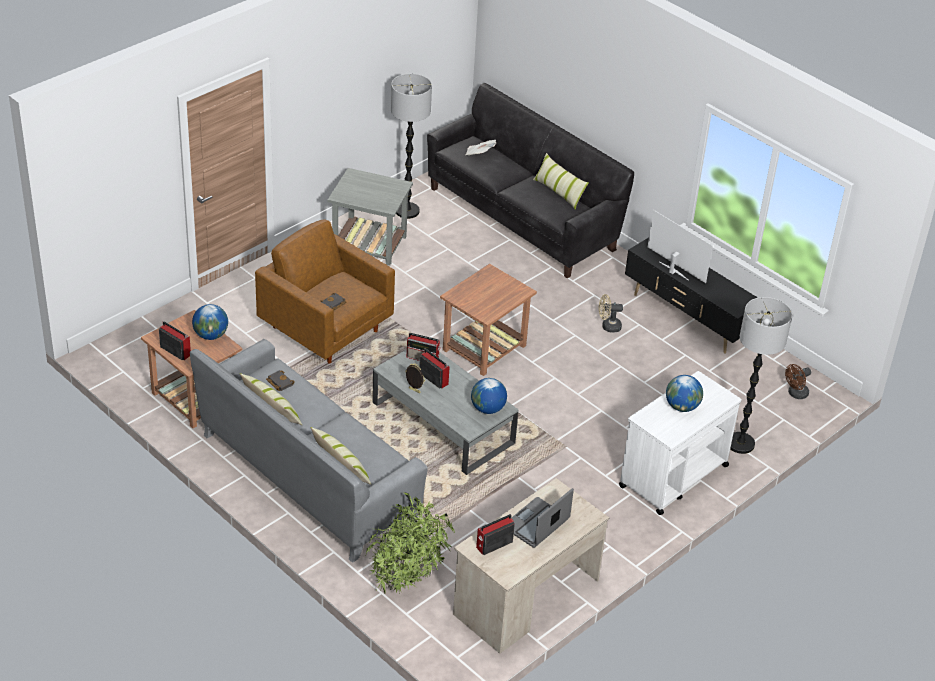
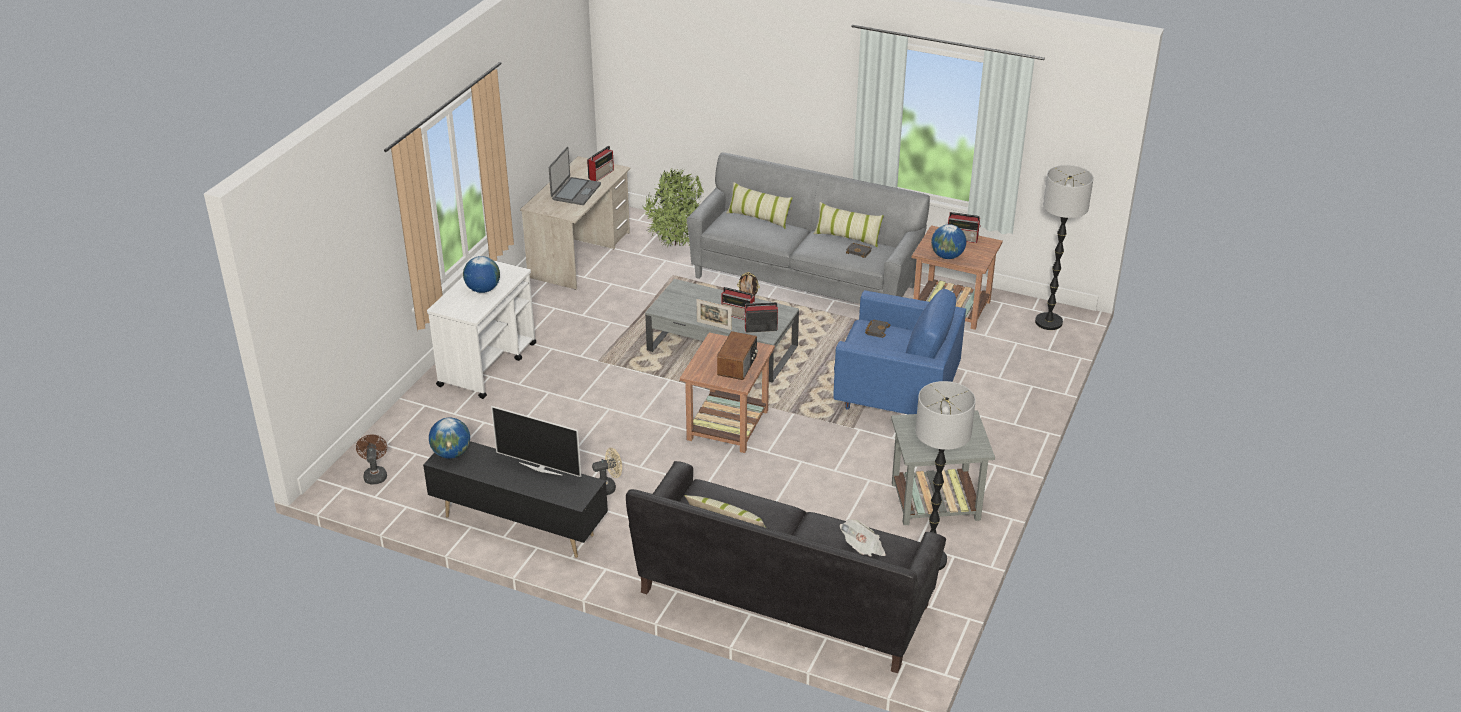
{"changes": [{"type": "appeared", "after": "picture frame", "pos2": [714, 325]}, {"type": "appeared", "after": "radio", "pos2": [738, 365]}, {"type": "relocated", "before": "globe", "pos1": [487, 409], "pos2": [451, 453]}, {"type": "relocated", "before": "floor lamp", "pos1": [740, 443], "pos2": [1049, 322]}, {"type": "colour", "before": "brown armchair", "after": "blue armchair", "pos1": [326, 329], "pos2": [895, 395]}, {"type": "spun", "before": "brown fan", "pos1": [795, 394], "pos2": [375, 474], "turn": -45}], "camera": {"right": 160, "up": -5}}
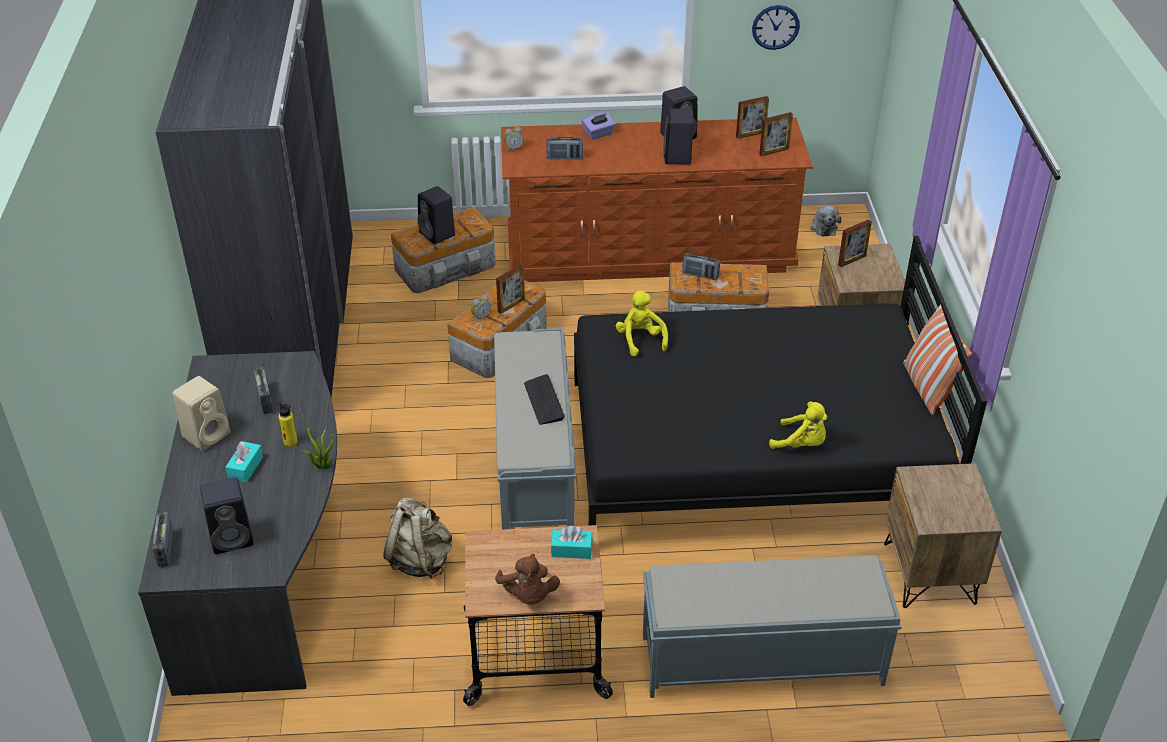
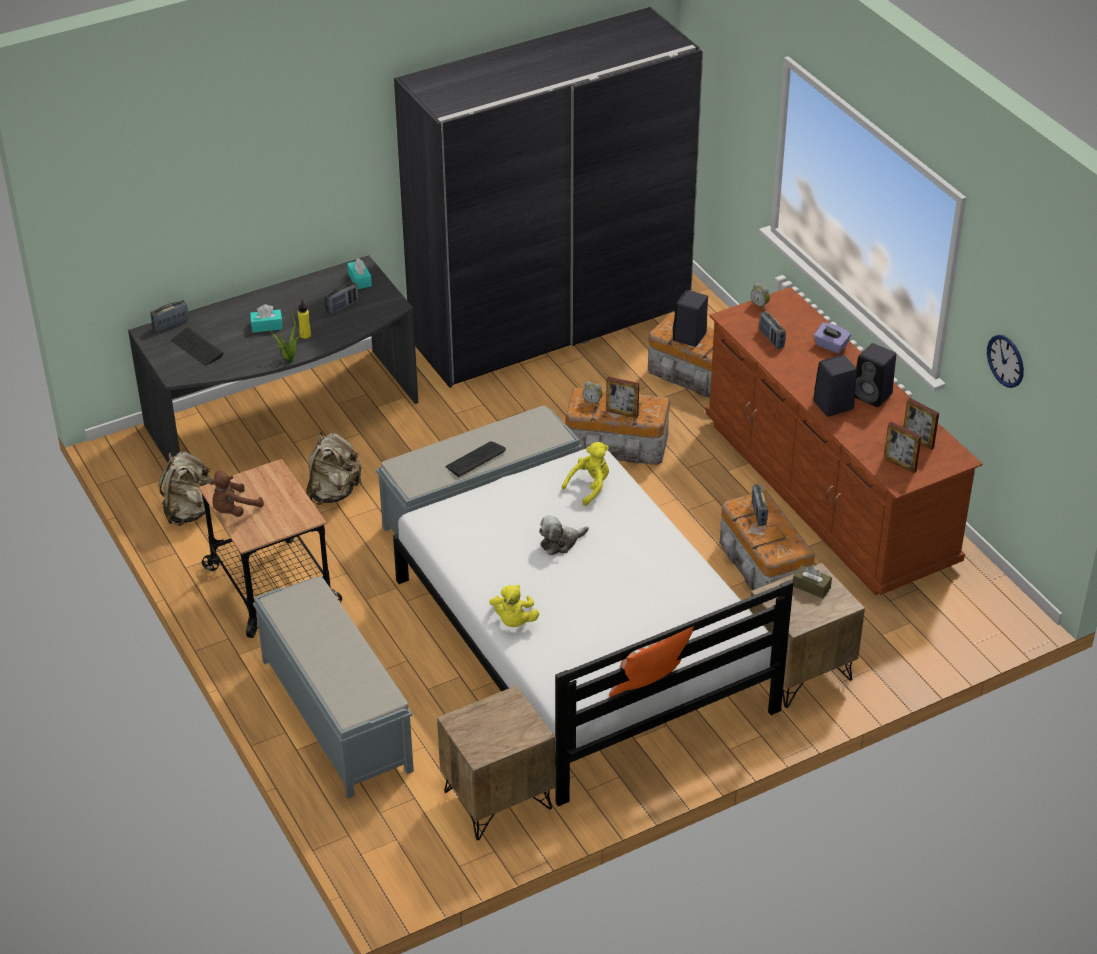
{"changes": [{"type": "missing", "before": "beige speaker", "pos1": [207, 434]}, {"type": "appeared", "after": "beige backpack", "pos2": [189, 511]}, {"type": "relocated", "before": "turquoise tissue box", "pos1": [571, 550], "pos2": [360, 280]}, {"type": "relocated", "before": "plush toy", "pos1": [823, 227], "pos2": [560, 542]}, {"type": "exchanged", "before": "black speaker", "after": "keyboard", "pos1": [233, 537], "pos2": [197, 348]}, {"type": "exchanged", "before": "picture frame", "after": "brown tissue box", "pos1": [852, 260], "pos2": [811, 587]}, {"type": "colour", "before": "black bed", "after": "white bed", "pos1": [752, 453], "pos2": [581, 644]}], "camera": {"right": 65, "up": 0}}
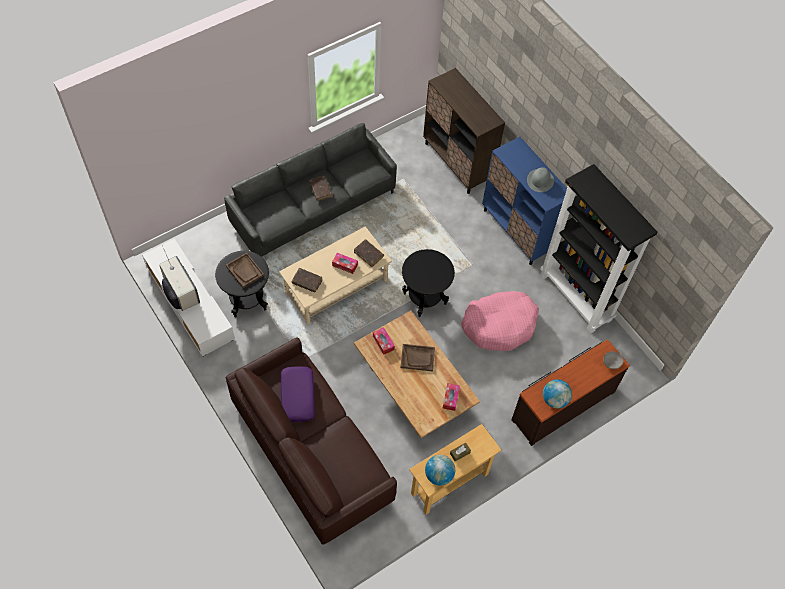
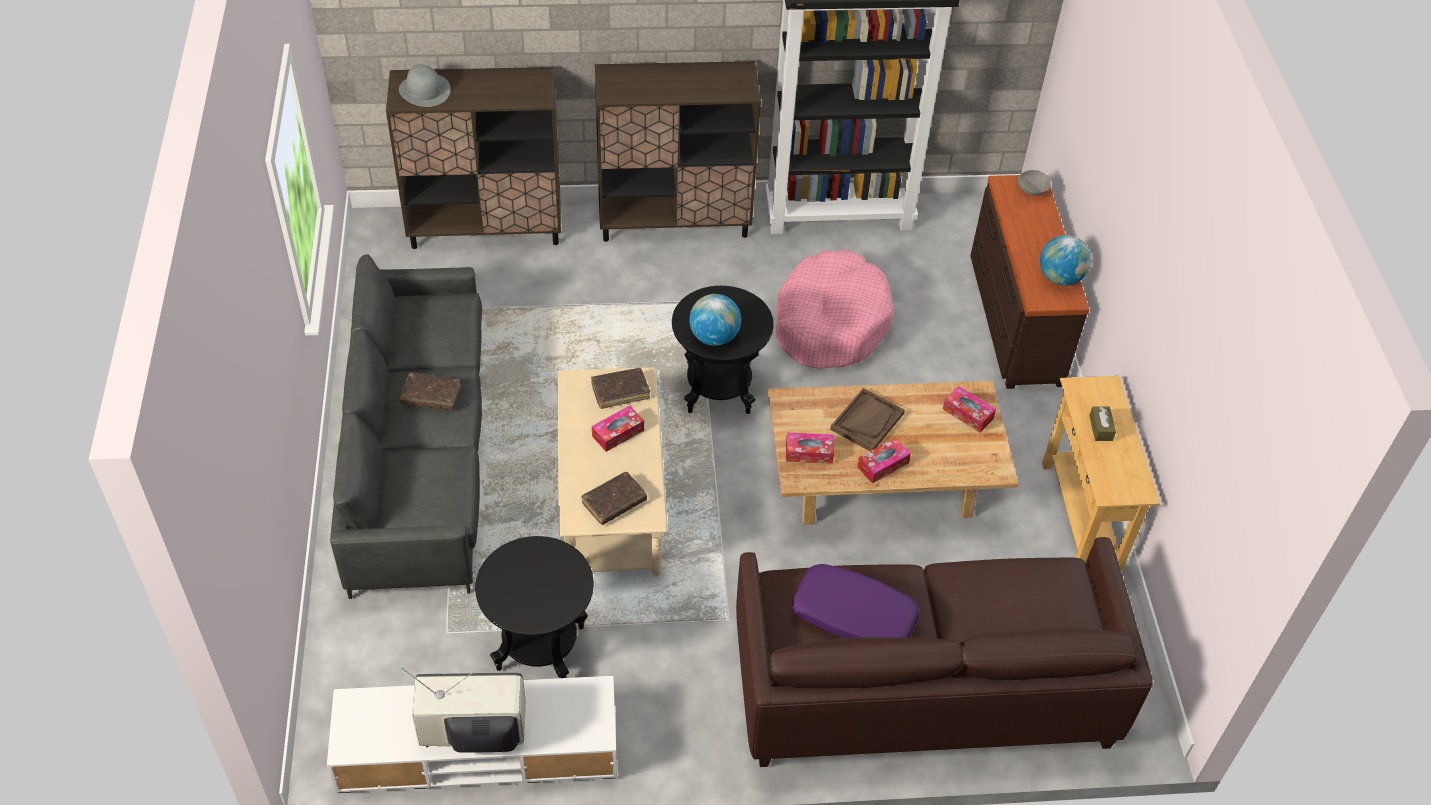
{"changes": [{"type": "missing", "before": "brown tray", "pos1": [245, 271]}, {"type": "appeared", "after": "tissue box", "pos2": [883, 465]}, {"type": "relocated", "before": "globe", "pos1": [439, 475], "pos2": [714, 337]}, {"type": "relocated", "before": "grey hat", "pos1": [540, 180], "pos2": [425, 90]}, {"type": "colour", "before": "blue cabinet", "after": "brown cabinet", "pos1": [518, 231], "pos2": [674, 221]}], "camera": {"right": -60, "up": -10}}
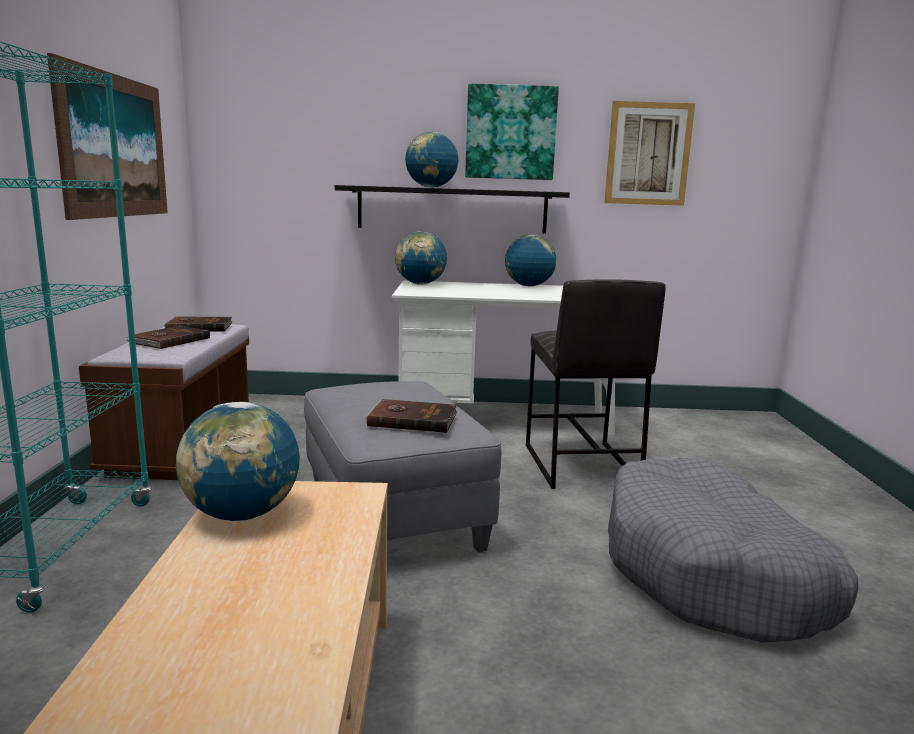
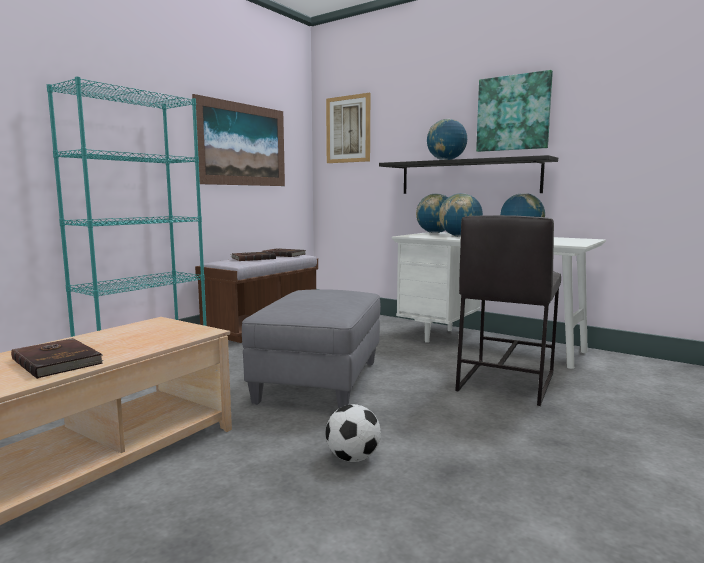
{"changes": [{"type": "missing", "before": "grey dog bed", "pos1": [712, 573]}, {"type": "appeared", "after": "football", "pos2": [353, 458]}, {"type": "relocated", "before": "globe", "pos1": [242, 515], "pos2": [459, 236]}, {"type": "relocated", "before": "brown book", "pos1": [412, 419], "pos2": [58, 361]}, {"type": "relocated", "before": "picture", "pos1": [648, 154], "pos2": [348, 129]}], "camera": {"right": 35, "up": -5}}
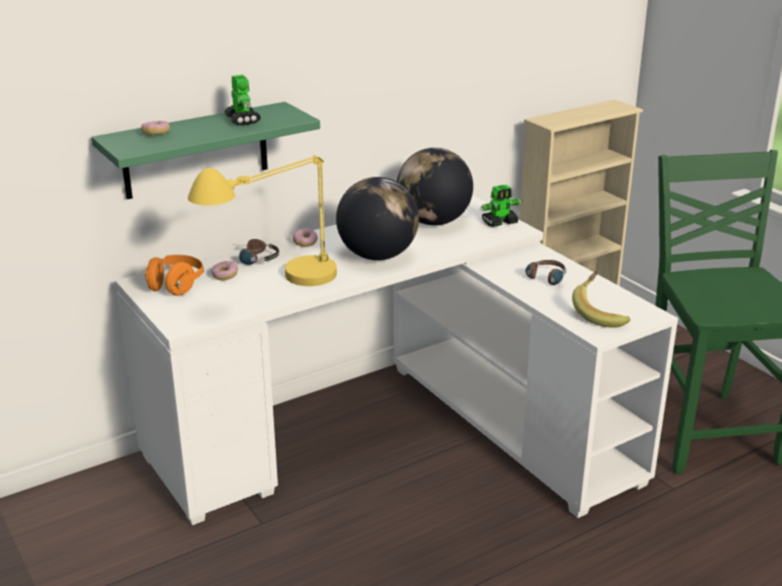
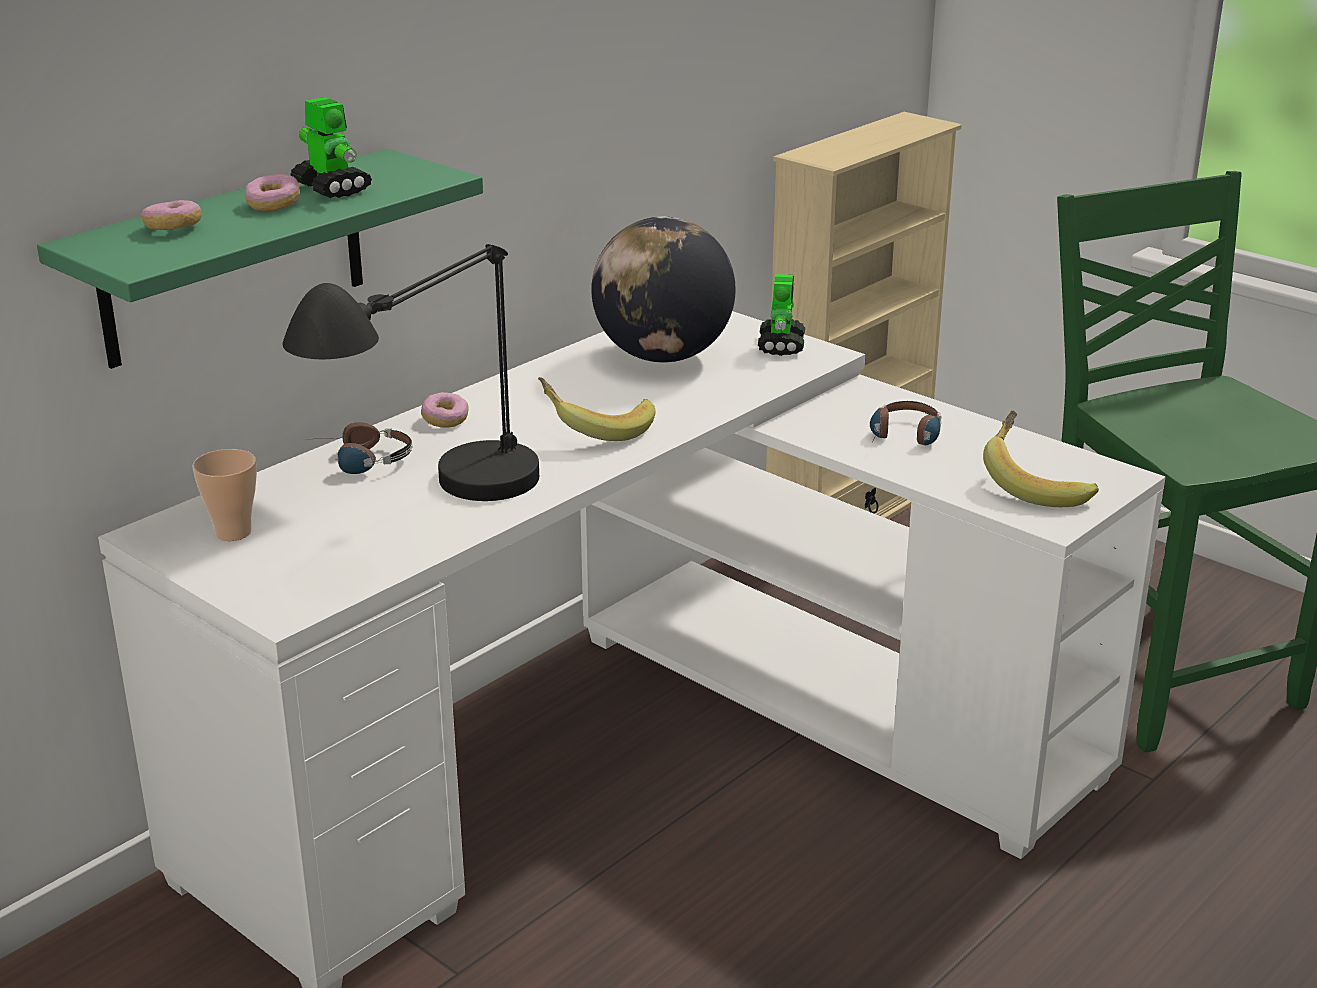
{"changes": [{"type": "relocated", "before": "donut", "pos1": [225, 276], "pos2": [273, 205]}, {"type": "exchanged", "before": "orange headphones", "after": "cup", "pos1": [176, 286], "pos2": [233, 533]}, {"type": "exchanged", "before": "globe", "after": "banana", "pos1": [377, 256], "pos2": [596, 429]}, {"type": "colour", "before": "yellow table lamp", "after": "black table lamp", "pos1": [274, 289], "pos2": [435, 515]}, {"type": "spun", "before": "toy robot", "pos1": [500, 222], "pos2": [781, 345], "turn": -45}], "camera": {"right": -15, "up": 0}}
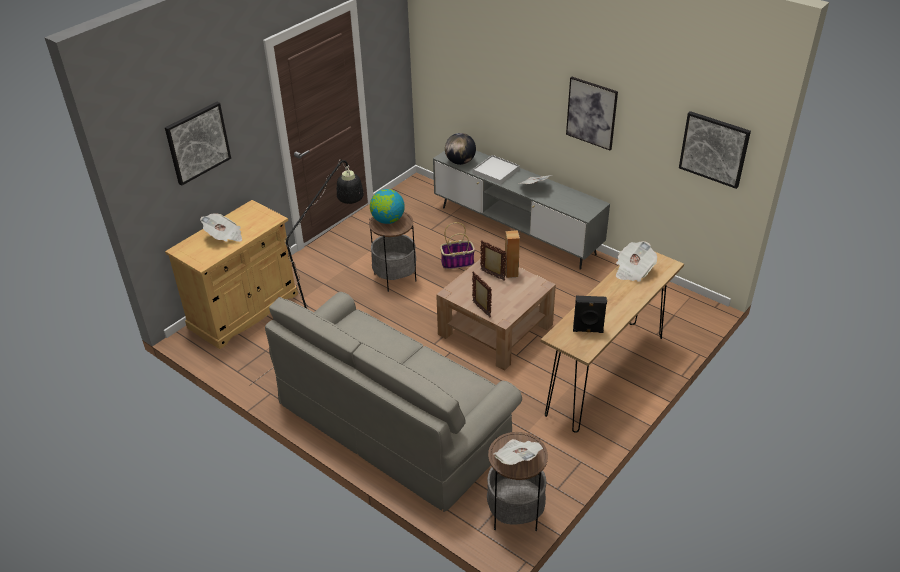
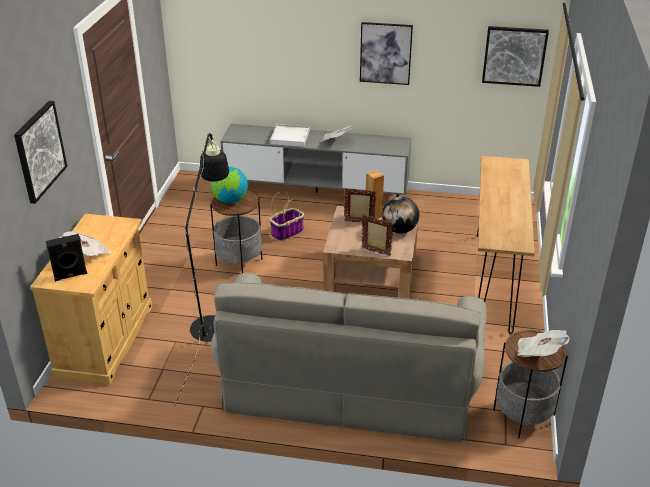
{"changes": [{"type": "missing", "before": "newspaper", "pos1": [633, 270]}, {"type": "relocated", "before": "globe", "pos1": [460, 162], "pos2": [399, 230]}, {"type": "relocated", "before": "black speaker", "pos1": [588, 330], "pos2": [70, 276]}], "camera": {"right": -30, "up": -5}}
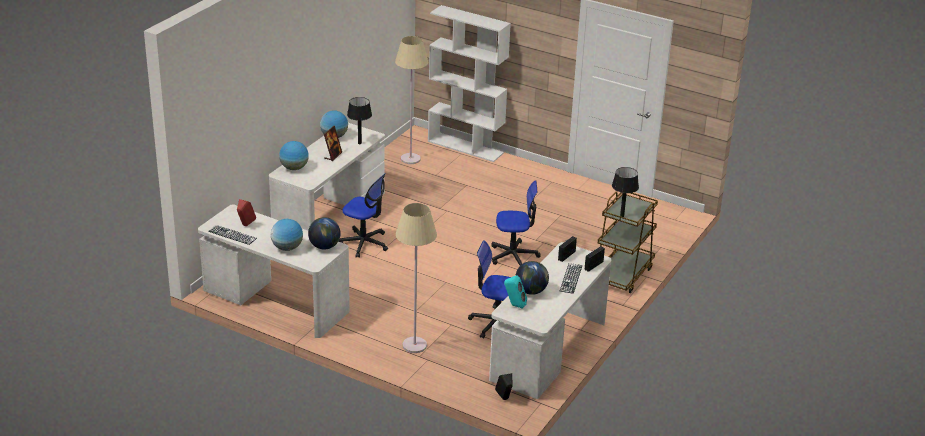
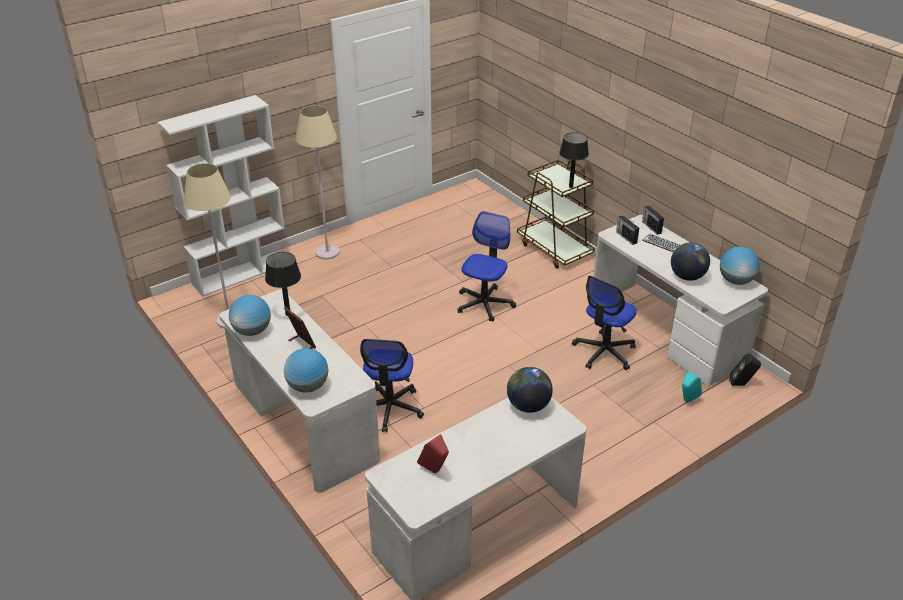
{"changes": [{"type": "missing", "before": "keyboard", "pos1": [232, 235]}, {"type": "relocated", "before": "globe", "pos1": [287, 248], "pos2": [736, 281]}, {"type": "relocated", "before": "beige floor lamp", "pos1": [414, 345], "pos2": [327, 252]}, {"type": "relocated", "before": "turquoise speaker", "pos1": [514, 305], "pos2": [687, 401]}, {"type": "spun", "before": "office chair", "pos1": [364, 243], "pos2": [390, 408], "turn": 135}], "camera": {"right": -65, "up": 5}}
